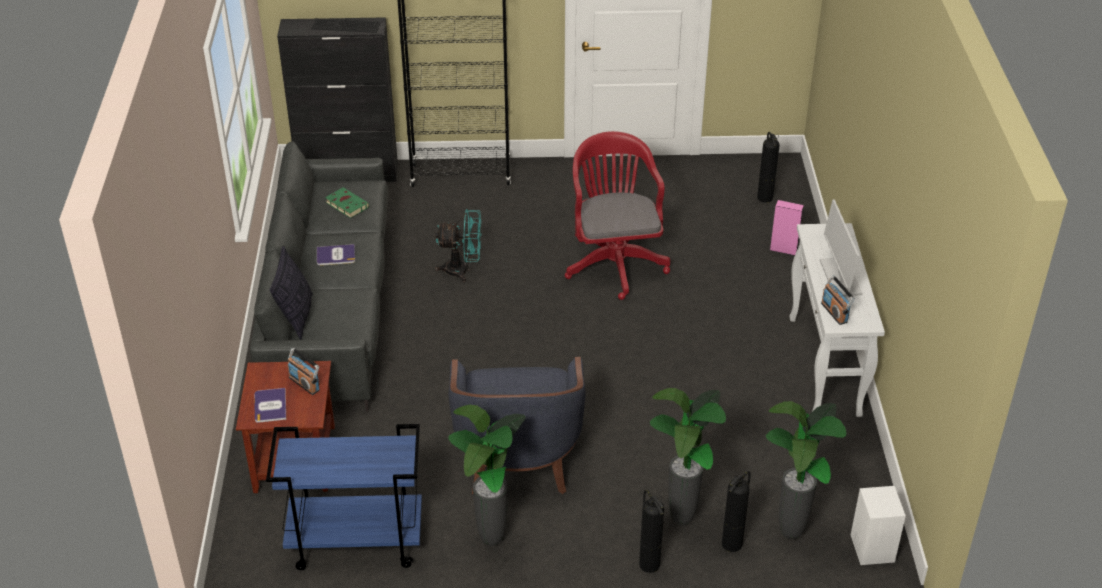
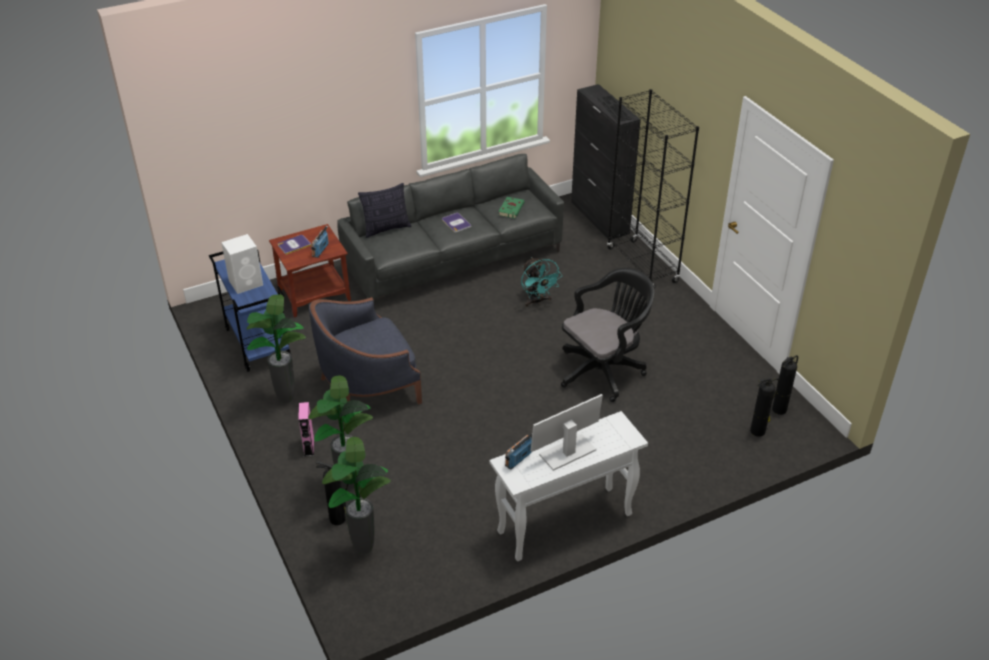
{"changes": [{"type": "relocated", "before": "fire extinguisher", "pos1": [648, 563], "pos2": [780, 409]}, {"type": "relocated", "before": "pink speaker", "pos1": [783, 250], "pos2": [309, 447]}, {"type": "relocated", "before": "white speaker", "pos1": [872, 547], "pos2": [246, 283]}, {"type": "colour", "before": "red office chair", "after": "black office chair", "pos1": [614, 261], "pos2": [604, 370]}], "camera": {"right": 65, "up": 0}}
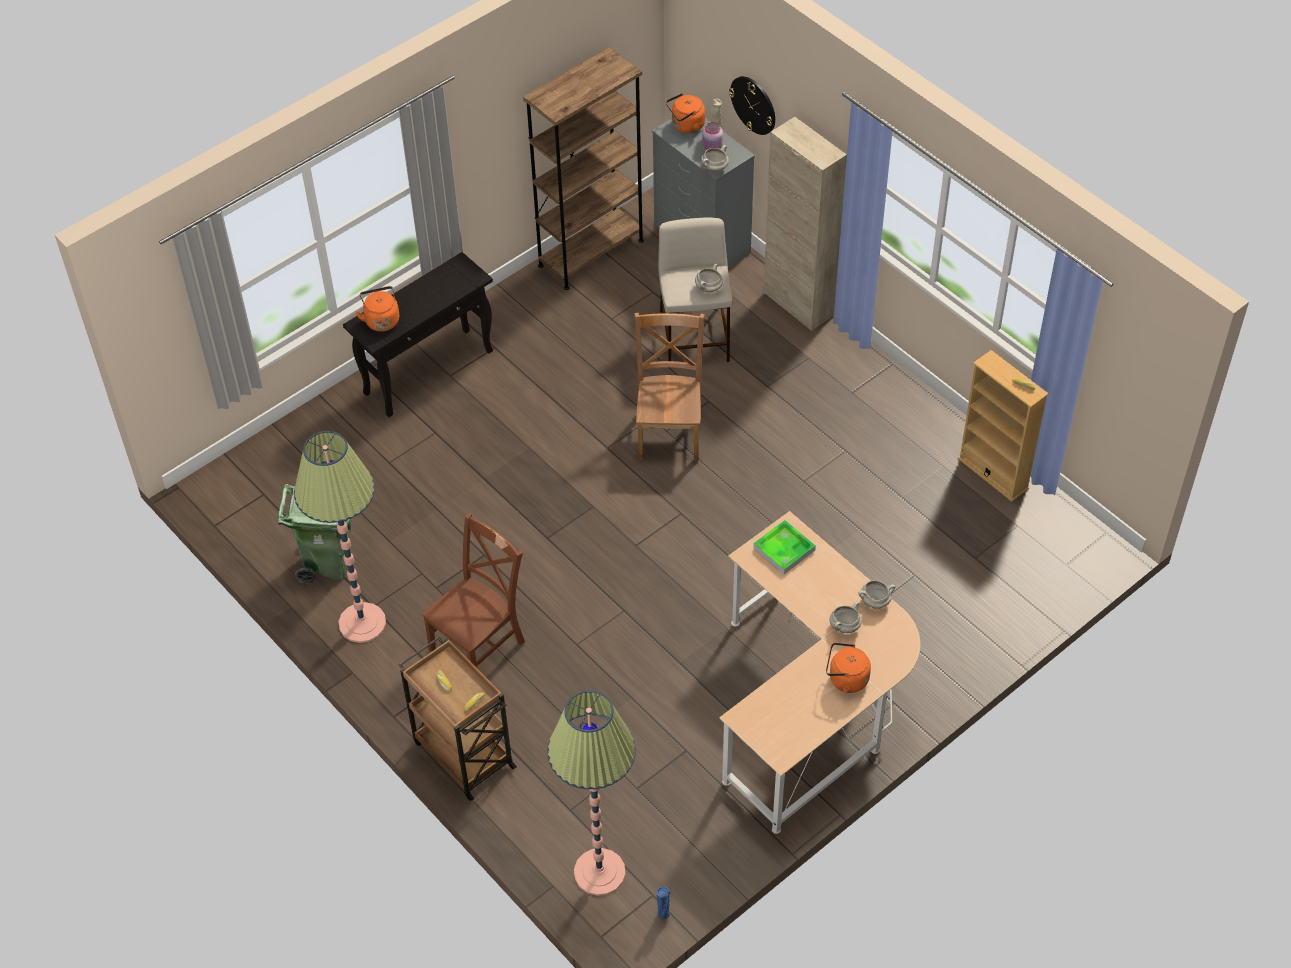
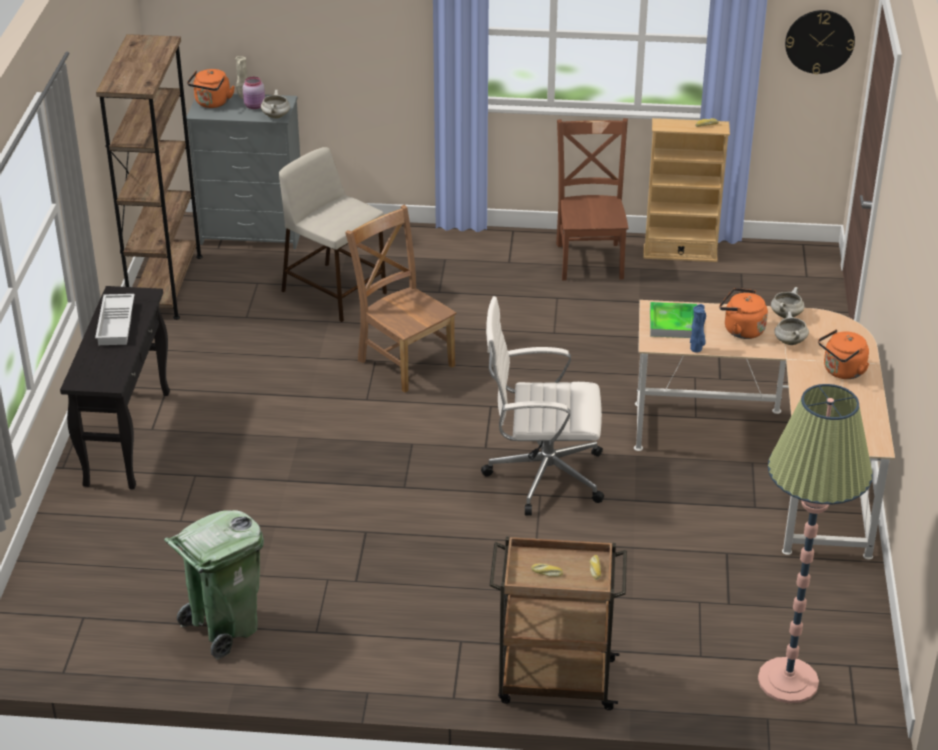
{"changes": [{"type": "missing", "before": "floor lamp", "pos1": [362, 623]}, {"type": "missing", "before": "white cooking pot", "pos1": [709, 288]}, {"type": "missing", "before": "beige cabinet", "pos1": [798, 304]}, {"type": "appeared", "after": "white tray", "pos2": [117, 324]}, {"type": "appeared", "after": "white office chair", "pos2": [542, 475]}, {"type": "relocated", "before": "orange kettle", "pos1": [381, 319], "pos2": [741, 330]}, {"type": "relocated", "before": "brown chair", "pos1": [480, 643], "pos2": [590, 259]}, {"type": "relocated", "before": "blue vase", "pos1": [663, 914], "pos2": [696, 349]}, {"type": "relocated", "before": "wall clock", "pos1": [753, 105], "pos2": [819, 41]}], "camera": {"right": -45, "up": -15}}
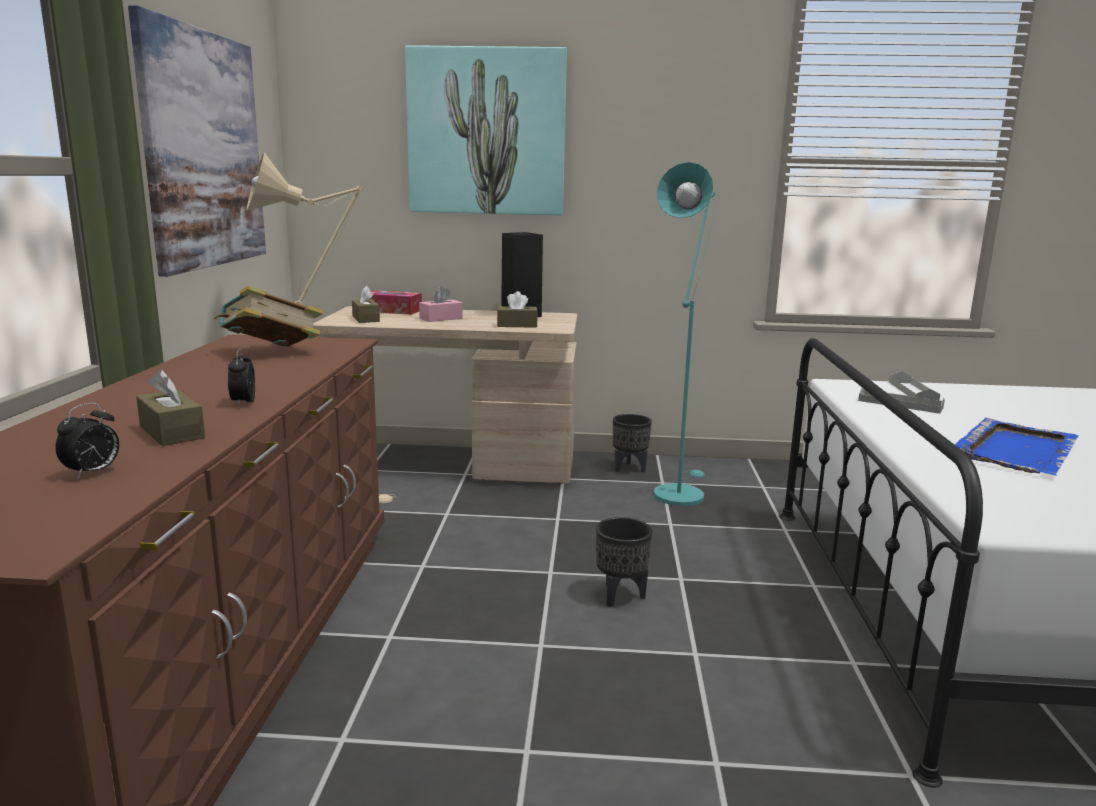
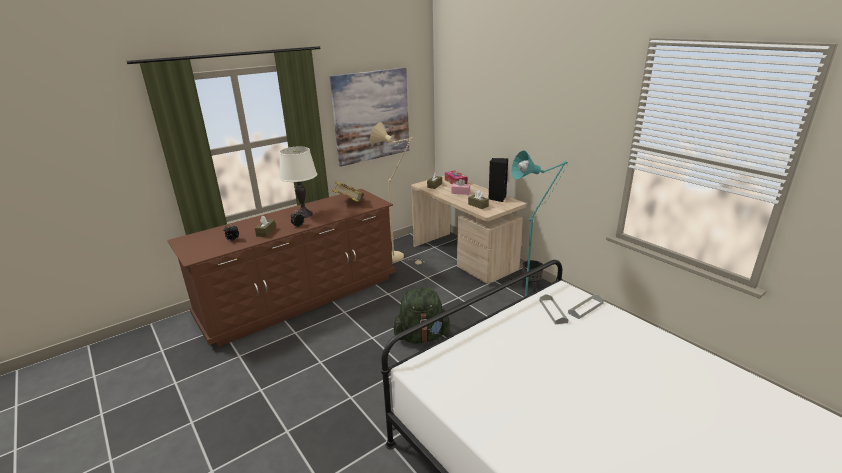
{"changes": [{"type": "missing", "before": "picture", "pos1": [486, 132]}, {"type": "missing", "before": "blue tray", "pos1": [1016, 450]}, {"type": "appeared", "after": "white table lamp", "pos2": [304, 214]}, {"type": "exchanged", "before": "black planter", "after": "green backpack", "pos1": [620, 596], "pos2": [422, 336]}], "camera": {"right": 50, "up": 10}}
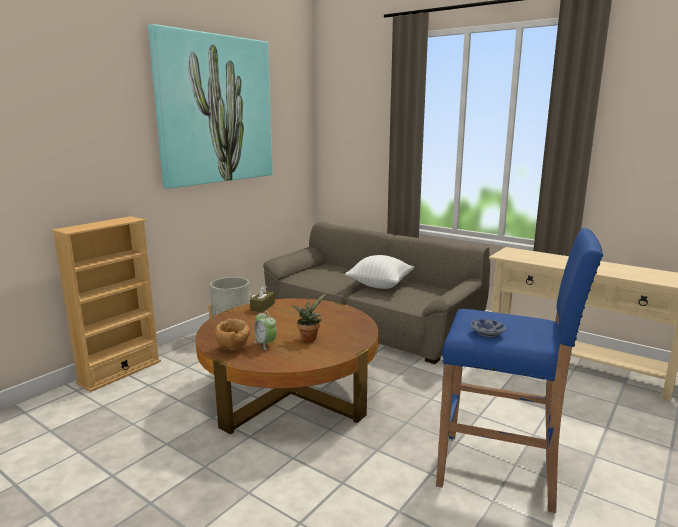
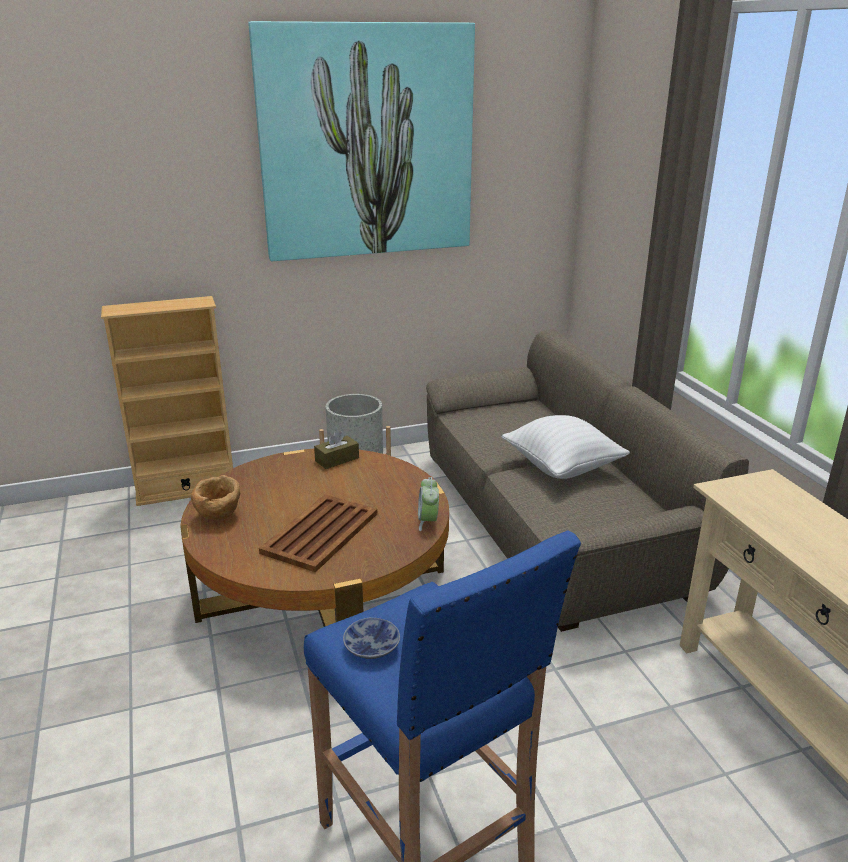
{"changes": [{"type": "relocated", "before": "alarm clock", "pos1": [265, 344], "pos2": [428, 521]}, {"type": "exchanged", "before": "potted plant", "after": "brown tray", "pos1": [309, 338], "pos2": [319, 533]}], "camera": {"right": 35, "up": 10}}
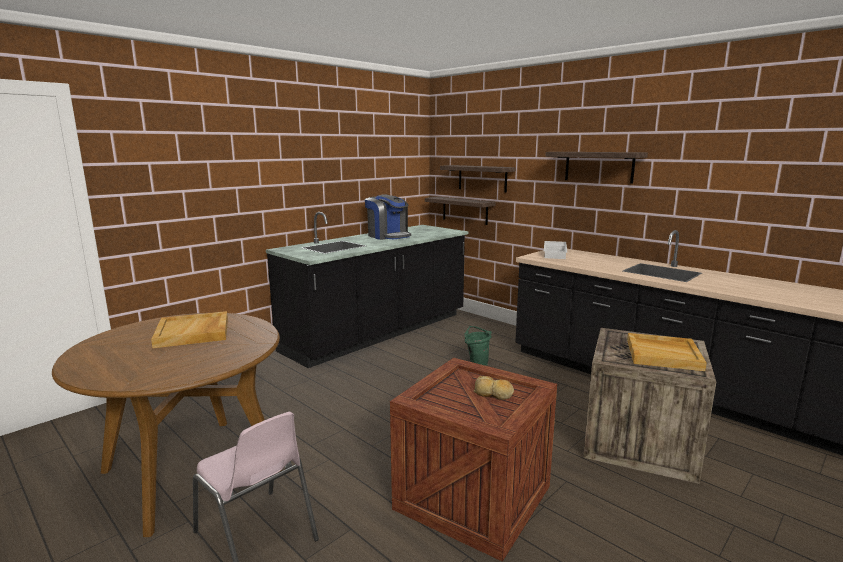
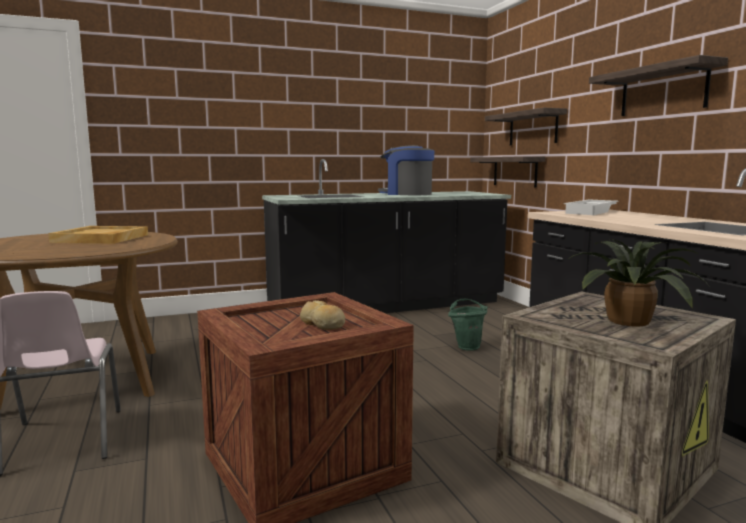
{"changes": [{"type": "exchanged", "before": "beige tray", "after": "potted plant", "pos1": [664, 354], "pos2": [632, 322]}, {"type": "spun", "before": "coffee machine", "pos1": [388, 236], "pos2": [406, 194], "turn": 135}], "camera": {"right": 25, "up": -5}}
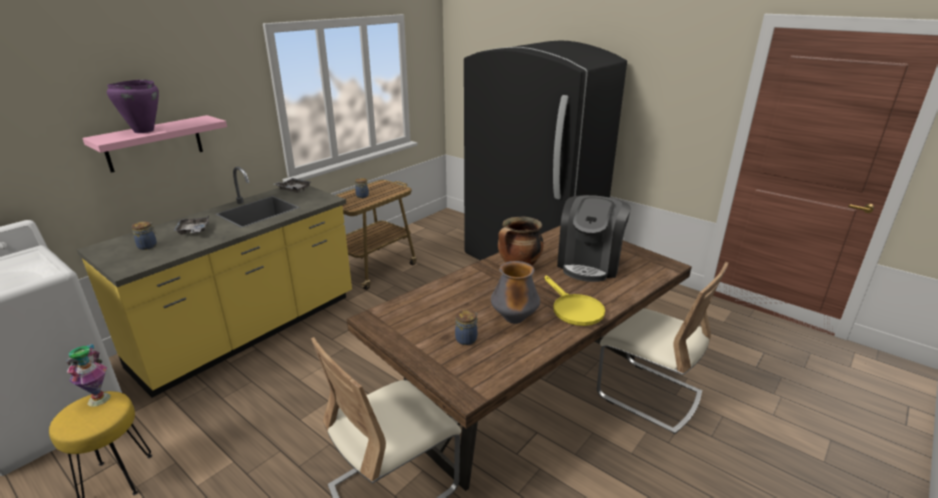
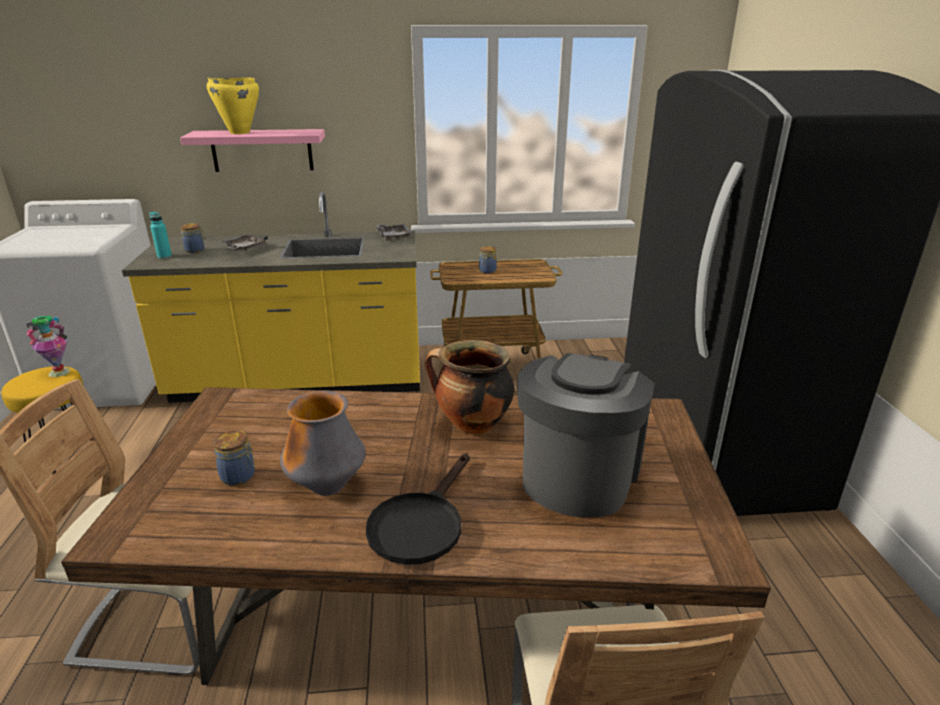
{"changes": [{"type": "appeared", "after": "turquoise bottle", "pos2": [164, 256]}, {"type": "colour", "before": "purple cooking pot", "after": "yellow cooking pot", "pos1": [143, 131], "pos2": [239, 132]}, {"type": "colour", "before": "yellow frying pan", "after": "black frying pan", "pos1": [573, 309], "pos2": [420, 523]}, {"type": "spun", "before": "coffee machine", "pos1": [589, 264], "pos2": [578, 474], "turn": 135}], "camera": {"right": 45, "up": 0}}
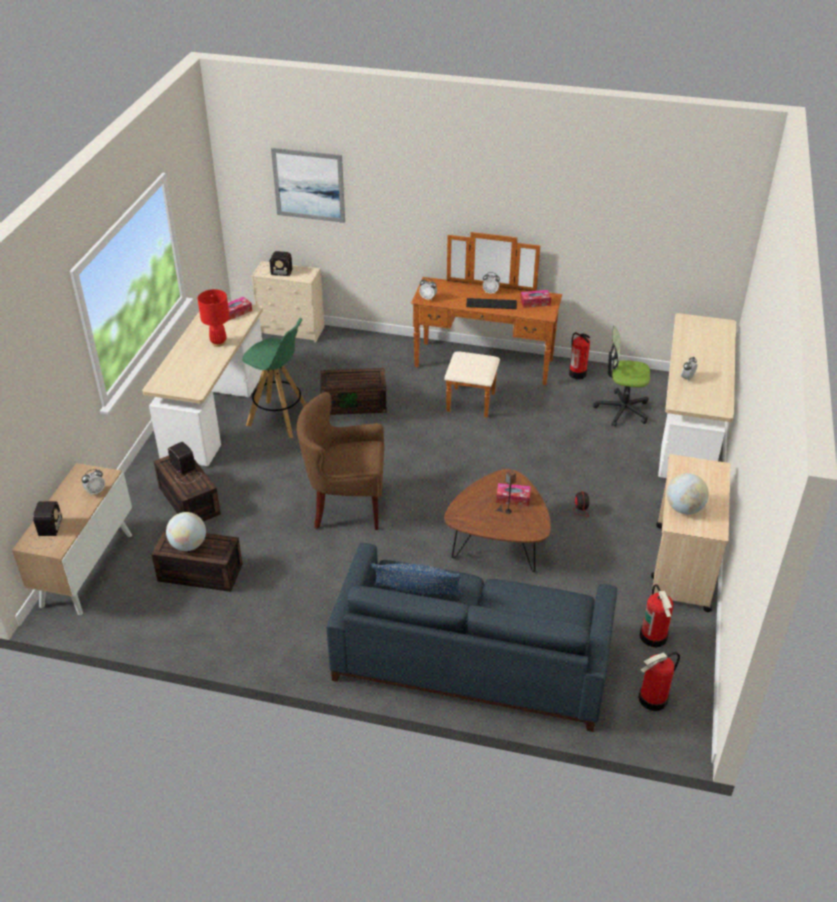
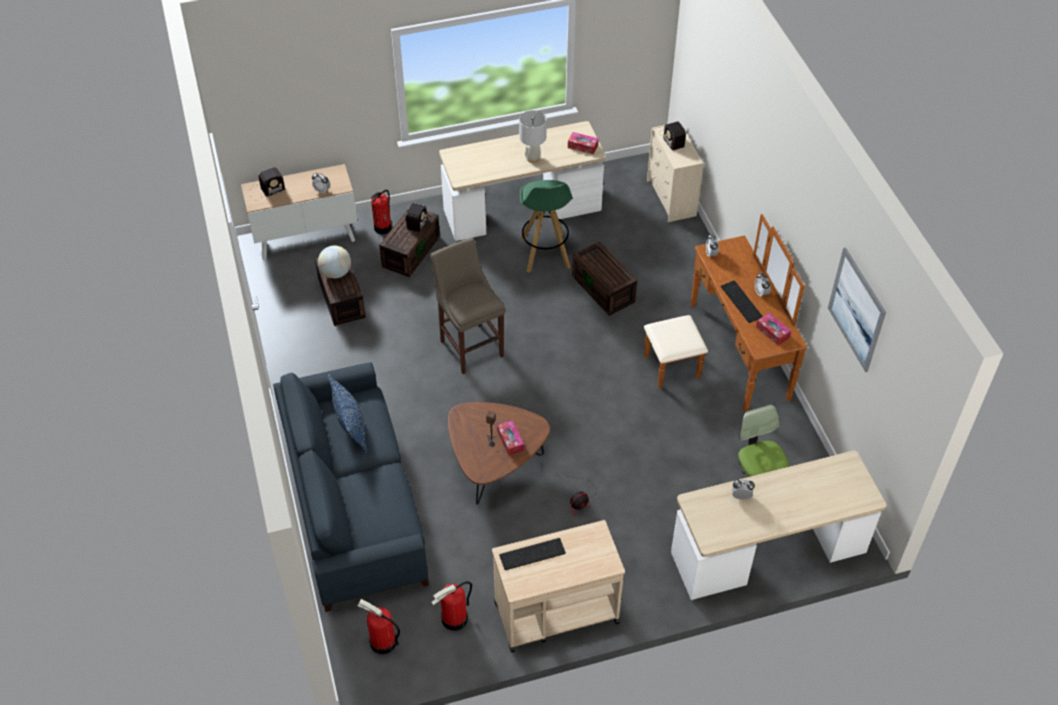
{"changes": [{"type": "relocated", "before": "picture", "pos1": [309, 185], "pos2": [856, 309]}, {"type": "relocated", "before": "fire extinguisher", "pos1": [577, 373], "pos2": [383, 228]}, {"type": "exchanged", "before": "brown armchair", "after": "beige stool", "pos1": [346, 506], "pos2": [470, 346]}, {"type": "exchanged", "before": "globe", "after": "keyboard", "pos1": [684, 508], "pos2": [532, 555]}, {"type": "colour", "before": "red table lamp", "after": "white table lamp", "pos1": [218, 342], "pos2": [532, 158]}], "camera": {"right": 60, "up": 10}}
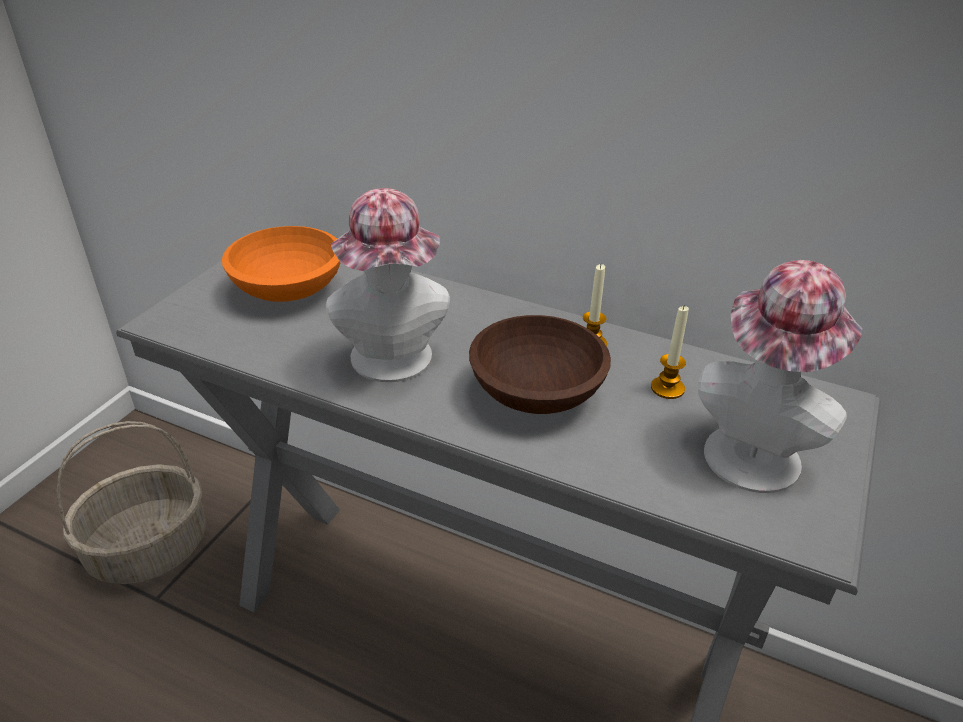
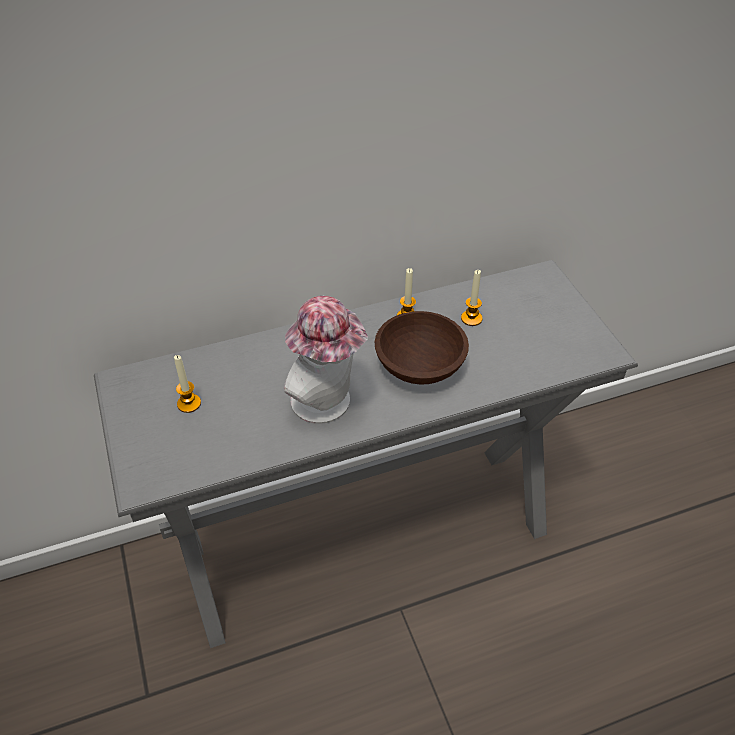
{"changes": [{"type": "missing", "before": "basket", "pos1": [150, 547]}, {"type": "missing", "before": "hat", "pos1": [754, 449]}, {"type": "exchanged", "before": "orange bowl", "after": "candle", "pos1": [286, 290], "pos2": [189, 403]}], "camera": {"right": -45, "up": 10}}
